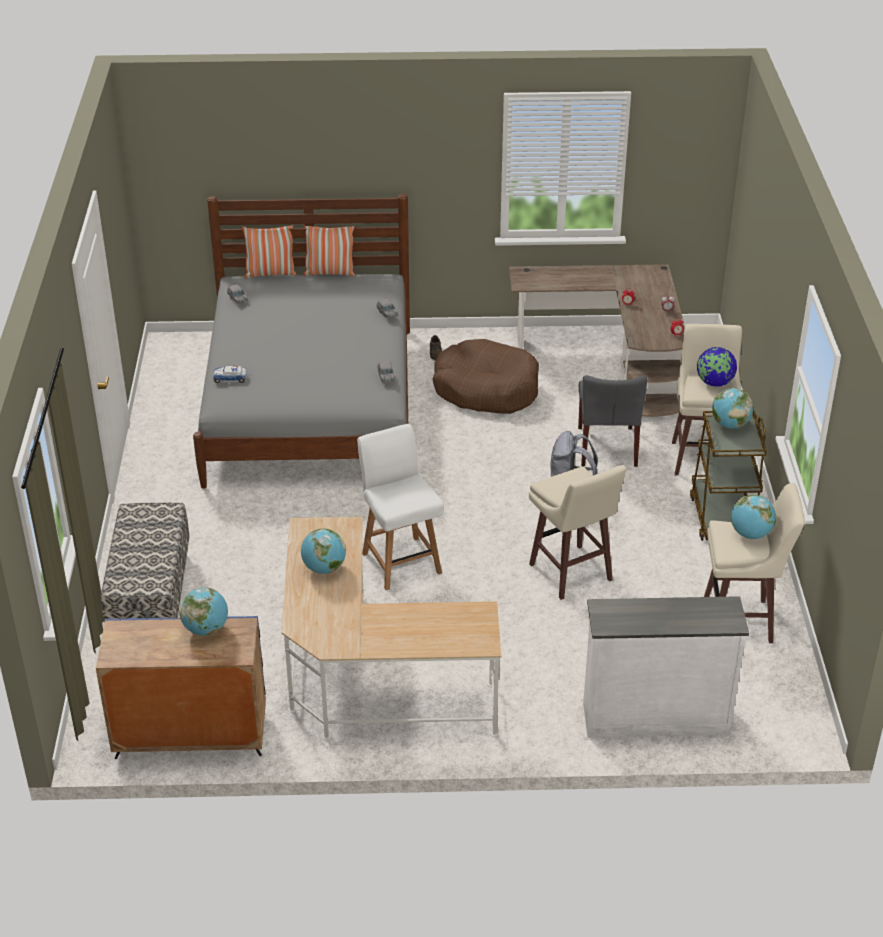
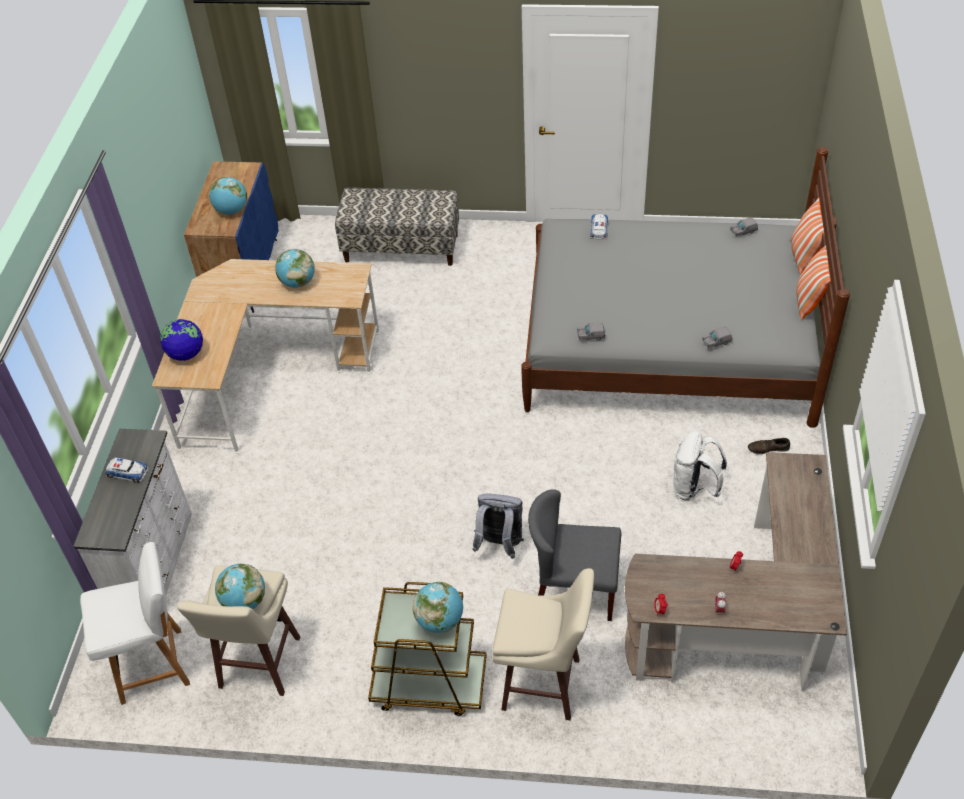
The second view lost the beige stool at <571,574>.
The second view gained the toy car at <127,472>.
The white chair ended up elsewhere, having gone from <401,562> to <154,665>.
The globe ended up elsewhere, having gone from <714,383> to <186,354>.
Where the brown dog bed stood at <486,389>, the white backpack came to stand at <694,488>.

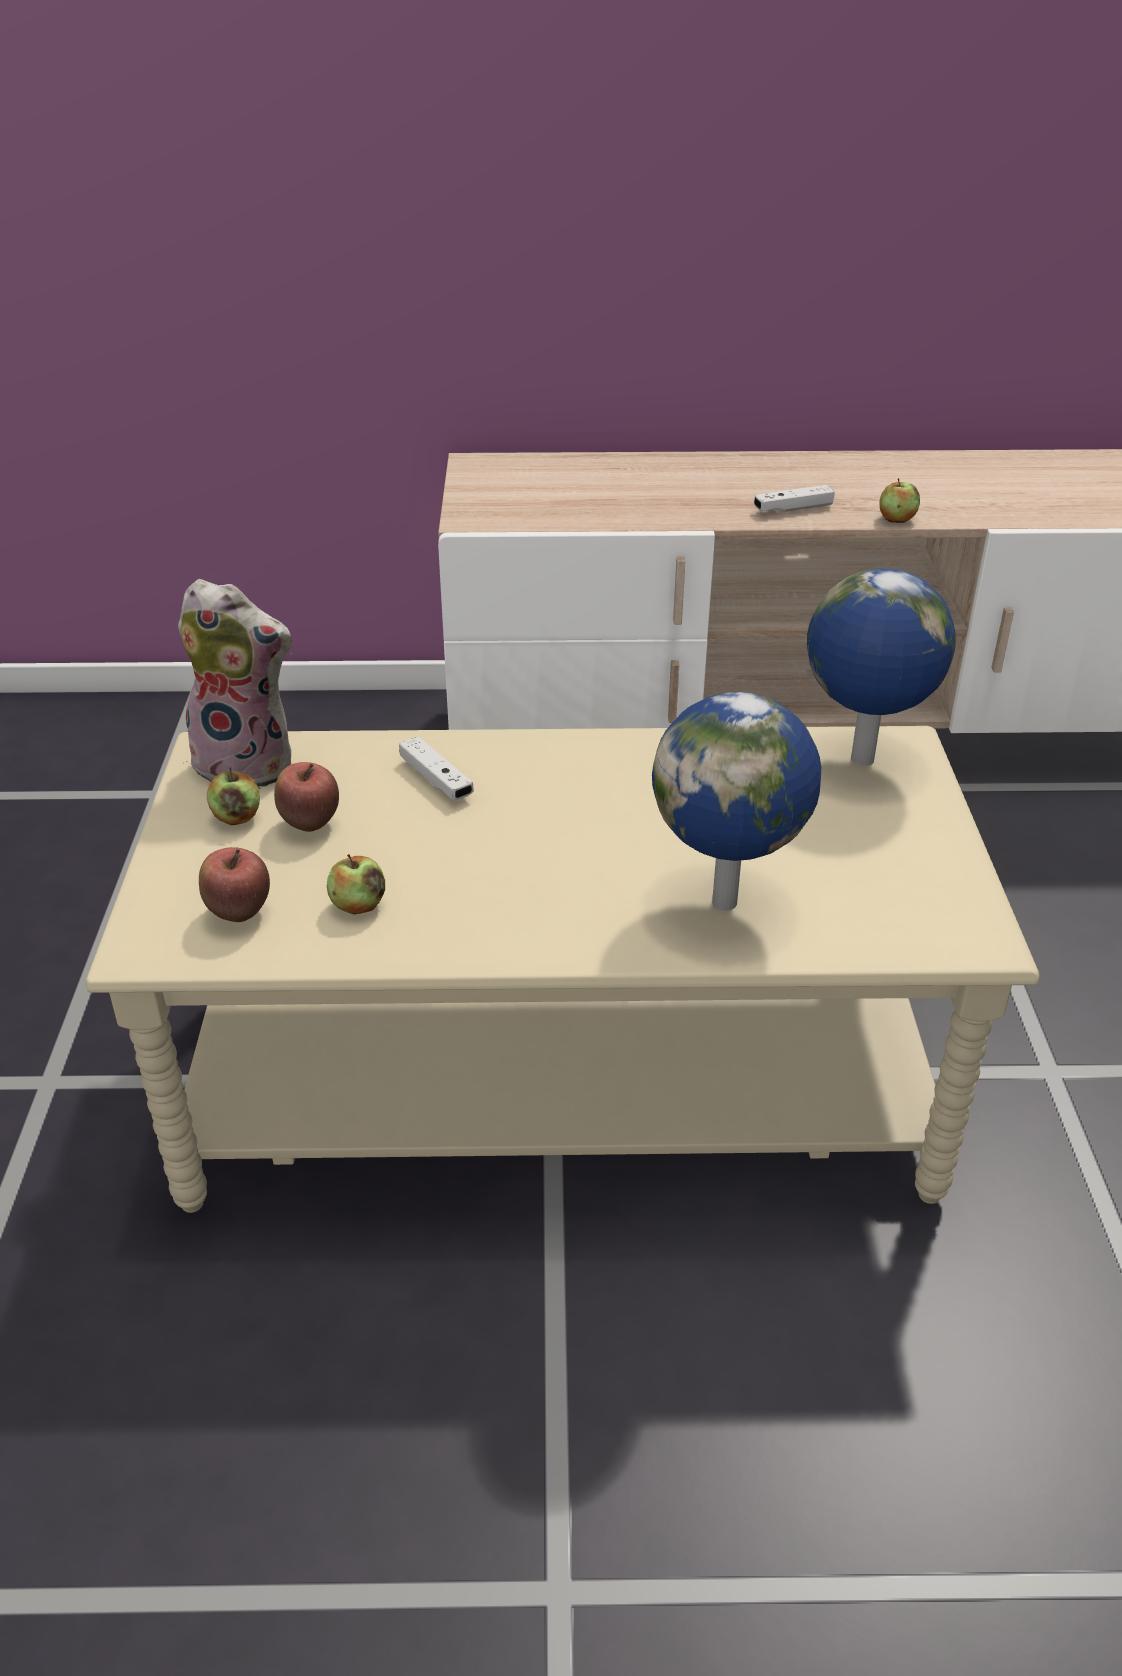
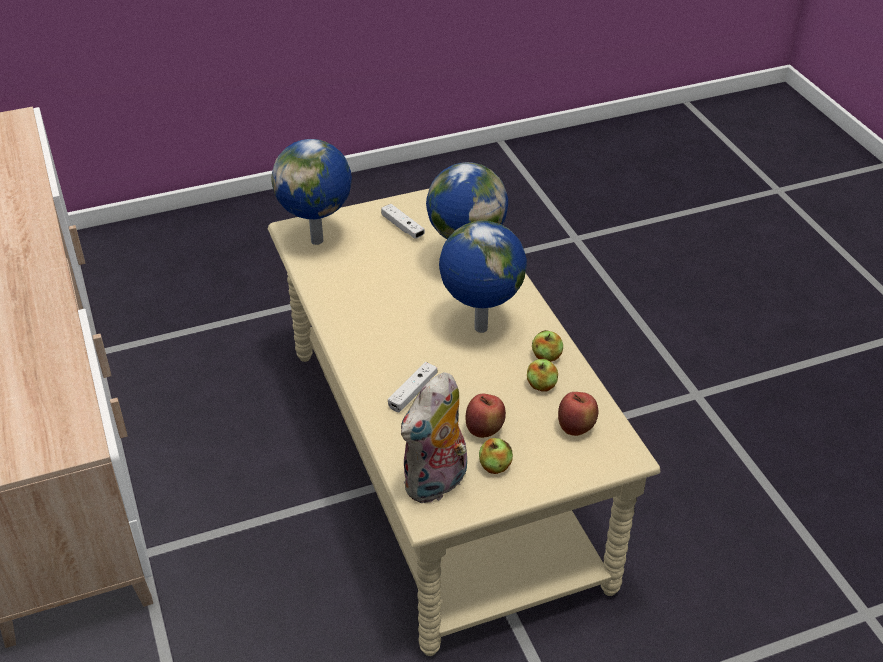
The second view gained the globe at <479,329>.
The white game controller ended up elsewhere, having gone from <793,509> to <402,227>.
The apple ended up elsewhere, having gone from <896,519> to <546,356>.
The plush toy at <250,764> ended up facing another way, 135 degrees counterclockwise from before.

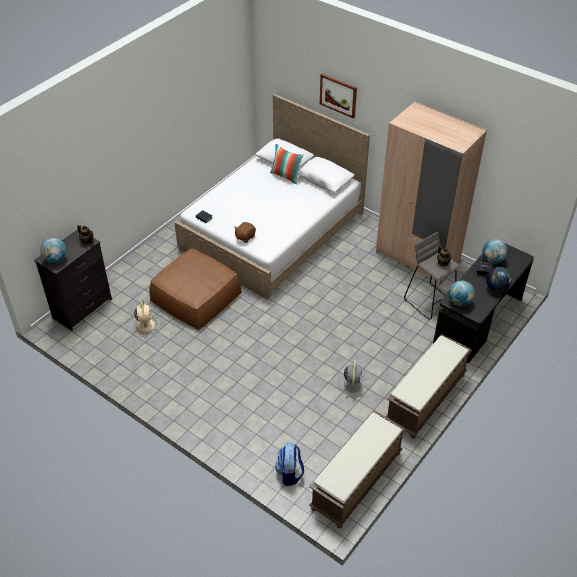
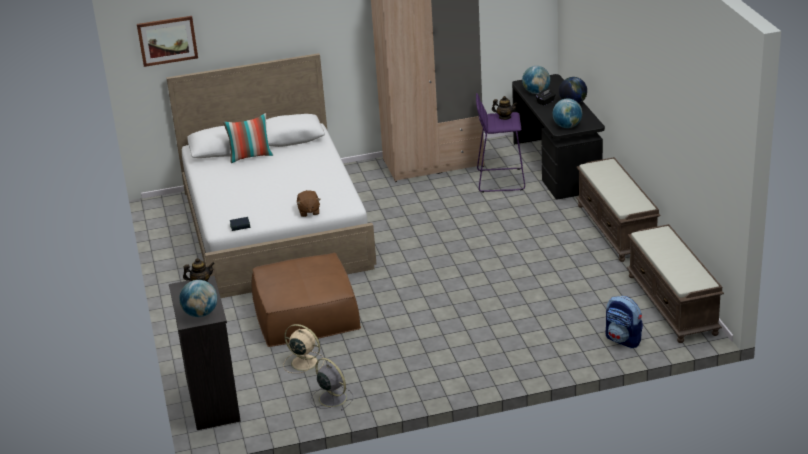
The picture ended up elsewhere, having gone from <338,95> to <167,40>.
The grey fan ended up elsewhere, having gone from <352,384> to <331,398>.
What was the grey stool at <430,301> turned into the purple stool at <500,180>.

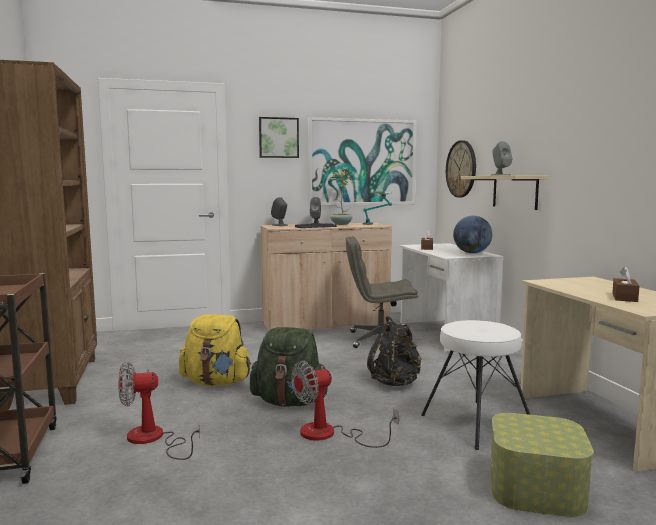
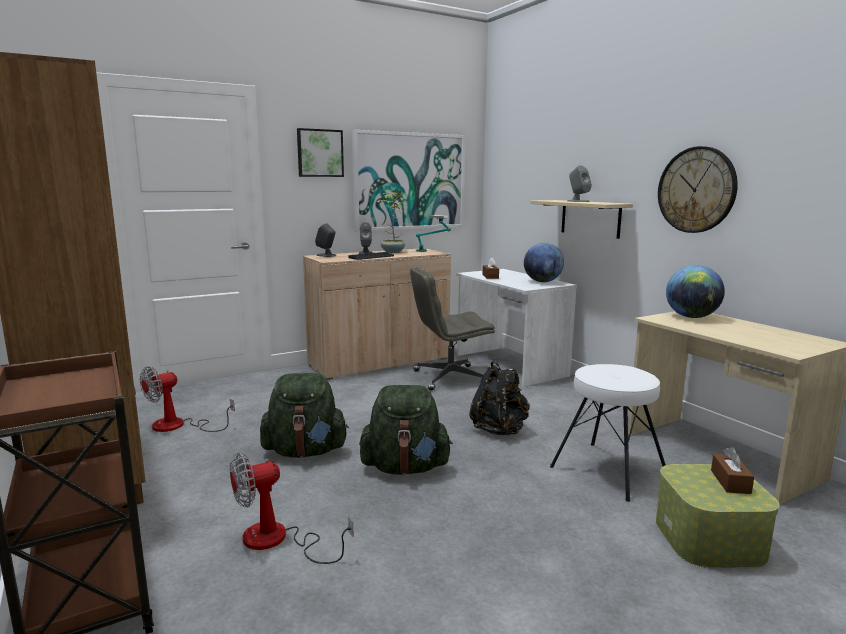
The second view gained the globe at <691,317>.
The fan ended up elsewhere, having gone from <329,434> to <179,426>.
The wall clock ended up elsewhere, having gone from <461,169> to <696,190>.
The brown tissue box ended up elsewhere, having gone from <624,297> to <730,482>.
What was the yellow backpack at <216,382> turned into the green backpack at <305,451>.

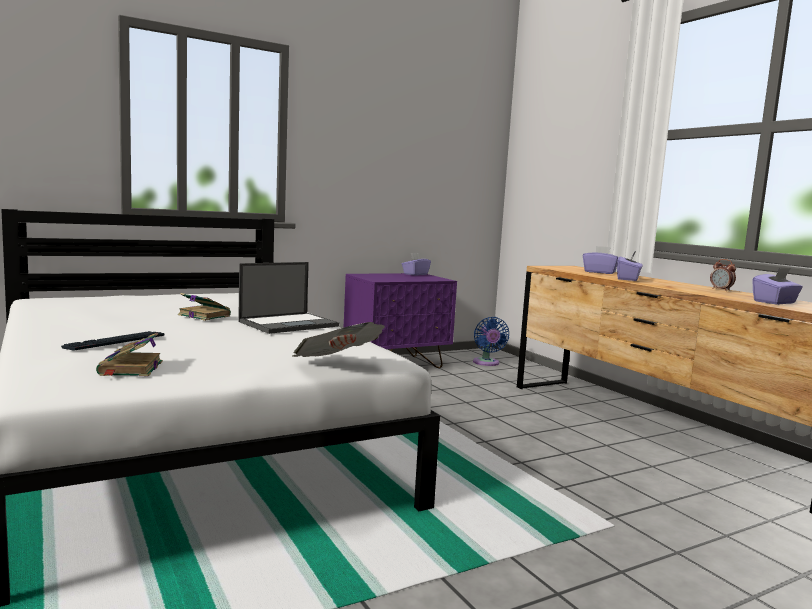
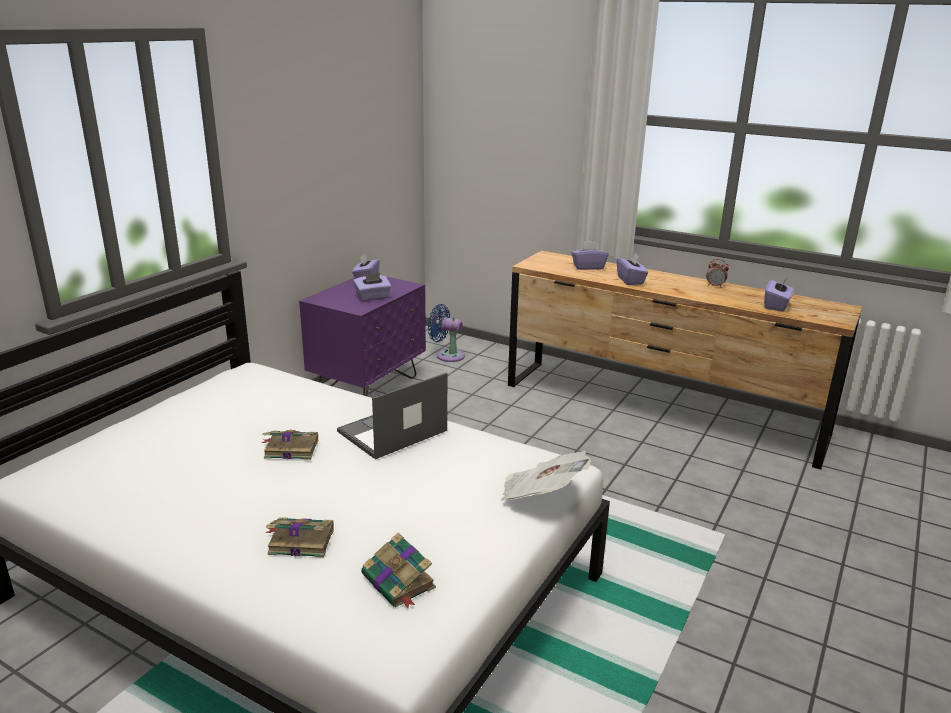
The second view gained the purple tissue box at <373,297>.
Where the keyboard stood at <115,342>, the book came to stand at <300,541>.
The laptop at <289,324> ended up facing another way, 150 degrees counterclockwise from before.
The blue fan at <486,363> ended up facing another way, 150 degrees clockwise from before.

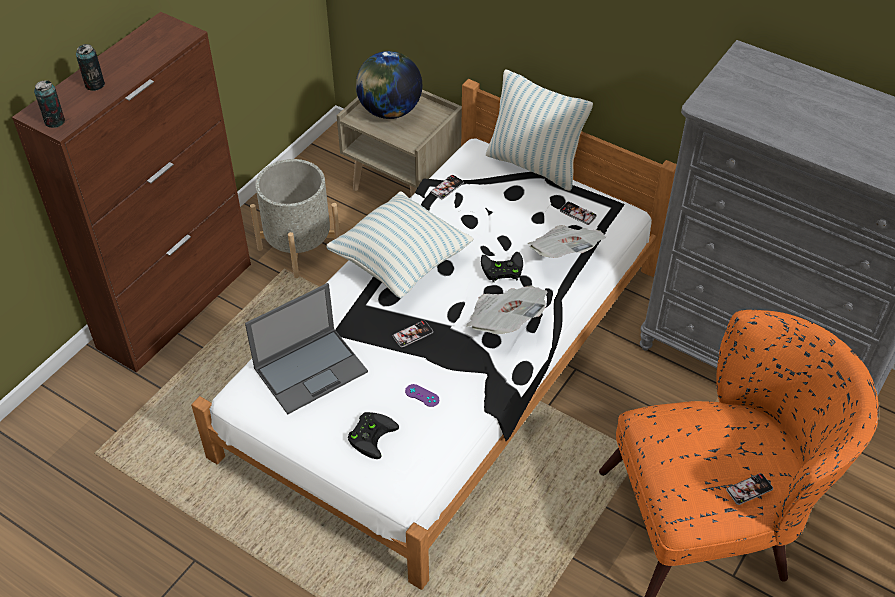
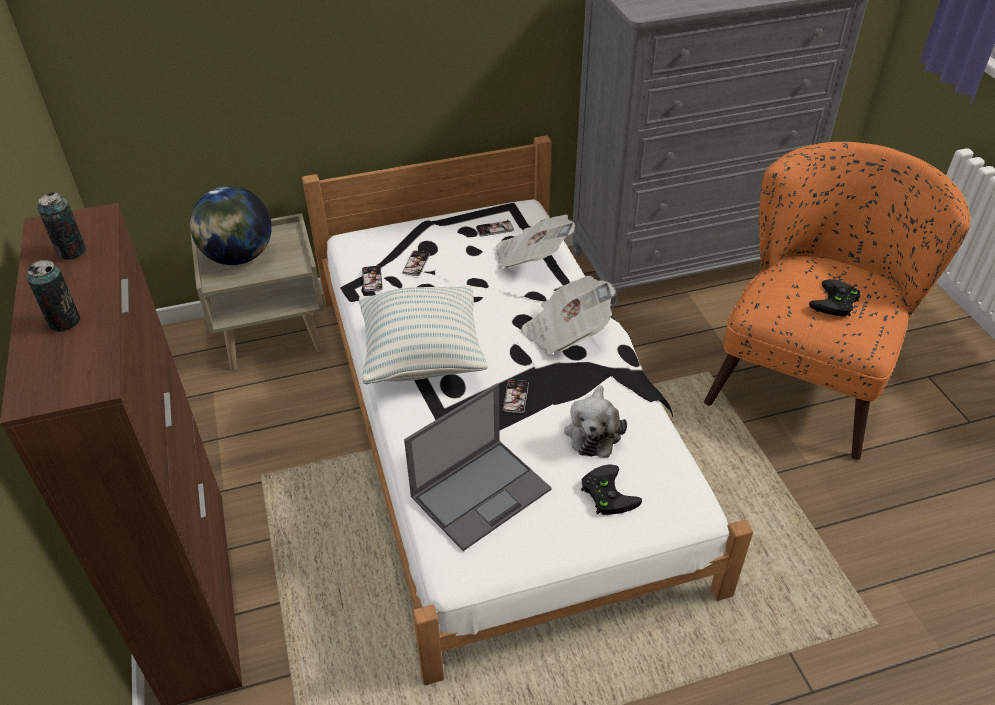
The second view lost the grey planter at <299,248>.
The second view lost the pillow at <534,165>.
The can ended up elsewhere, having gone from <55,121> to <71,252>.
The black game controller ended up elsewhere, having gone from <501,270> to <836,303>.
The phone ended up elsewhere, having gone from <749,489> to <416,263>.
Where the purple game controller stood at <422,395>, the plush toy came to stand at <593,431>.
The laptop at <311,369> ended up facing another way, 45 degrees clockwise from before.

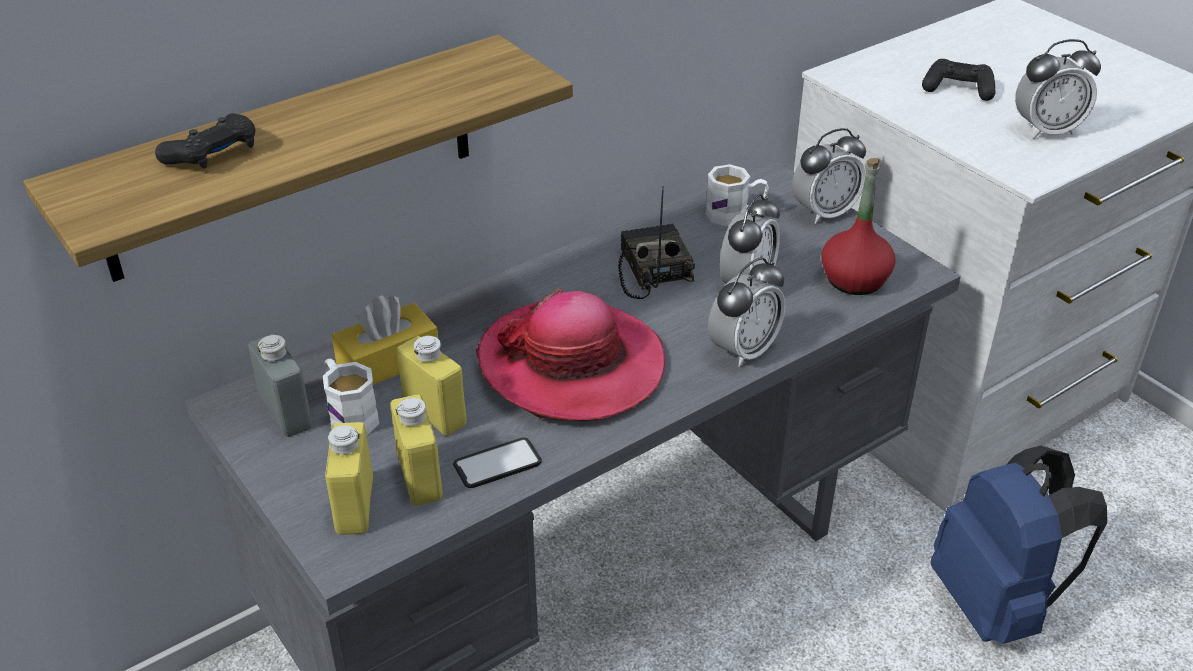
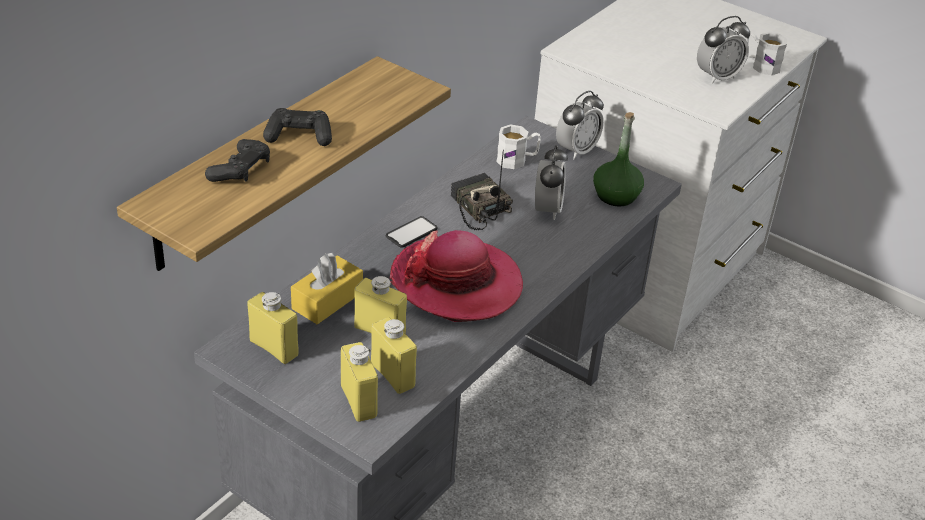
The second view lost the alarm clock at <743,351>.
The second view lost the blue backpack at <996,604>.
The white mug ended up elsewhere, having gone from <349,415> to <760,65>.
The phone ended up elsewhere, having gone from <497,464> to <411,233>.
The black game controller ended up elsewhere, having gone from <958,89> to <299,136>.
What was the grey bottle at <286,413> turned into the yellow bottle at <274,348>.
What was the red bottle at <854,279> turned into the green bottle at <615,196>.

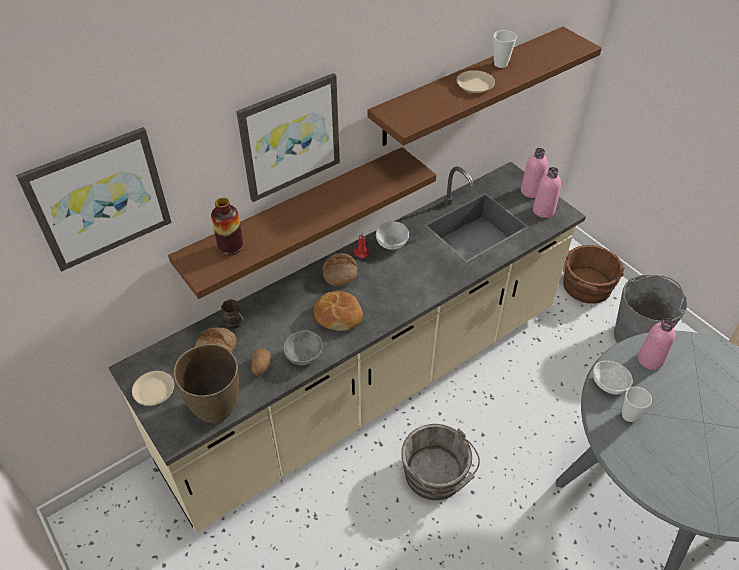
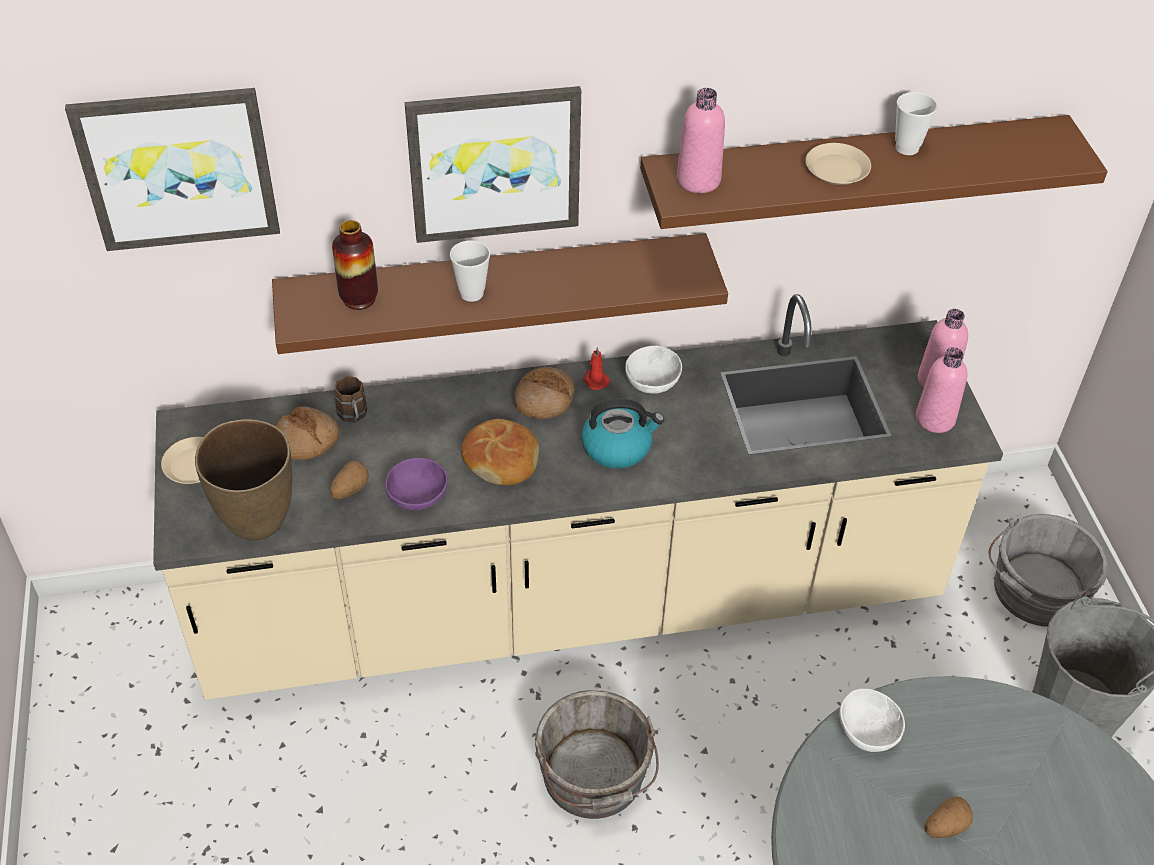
The second view gained the kettle at <618,447>.
The second view gained the potato at <944,826>.
The cup ended up elsewhere, having gone from <629,415> to <471,293>.
The pink bottle ended up elsewhere, having gone from <650,359> to <698,180>.
What was the grey bowl at <304,356> turned into the purple bowl at <418,497>.
What was the brown bucket at <586,288> turned into the grey bucket at <1035,593>.

